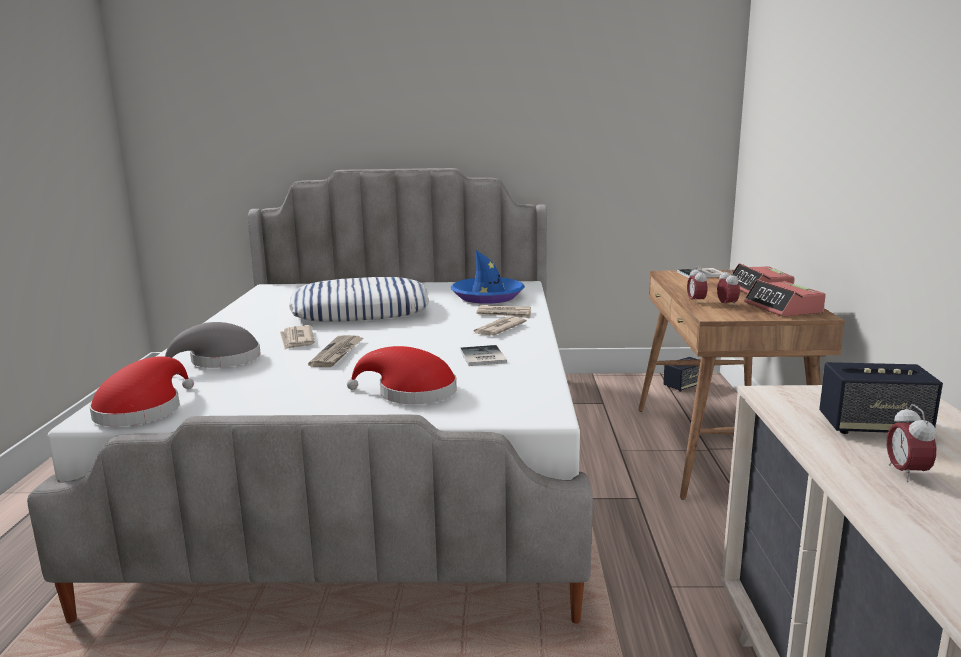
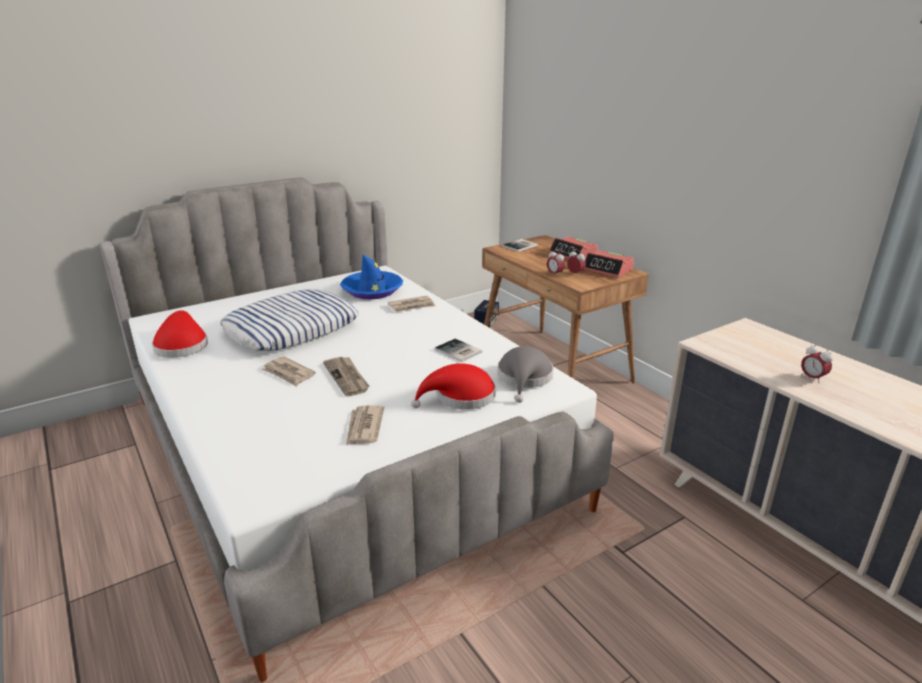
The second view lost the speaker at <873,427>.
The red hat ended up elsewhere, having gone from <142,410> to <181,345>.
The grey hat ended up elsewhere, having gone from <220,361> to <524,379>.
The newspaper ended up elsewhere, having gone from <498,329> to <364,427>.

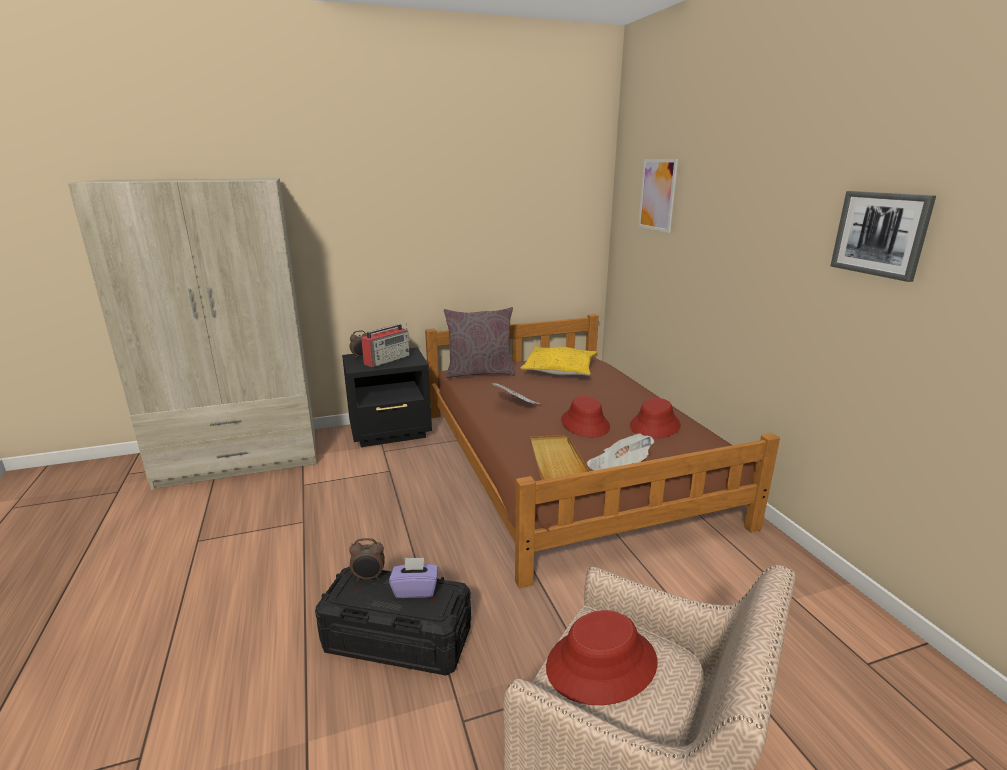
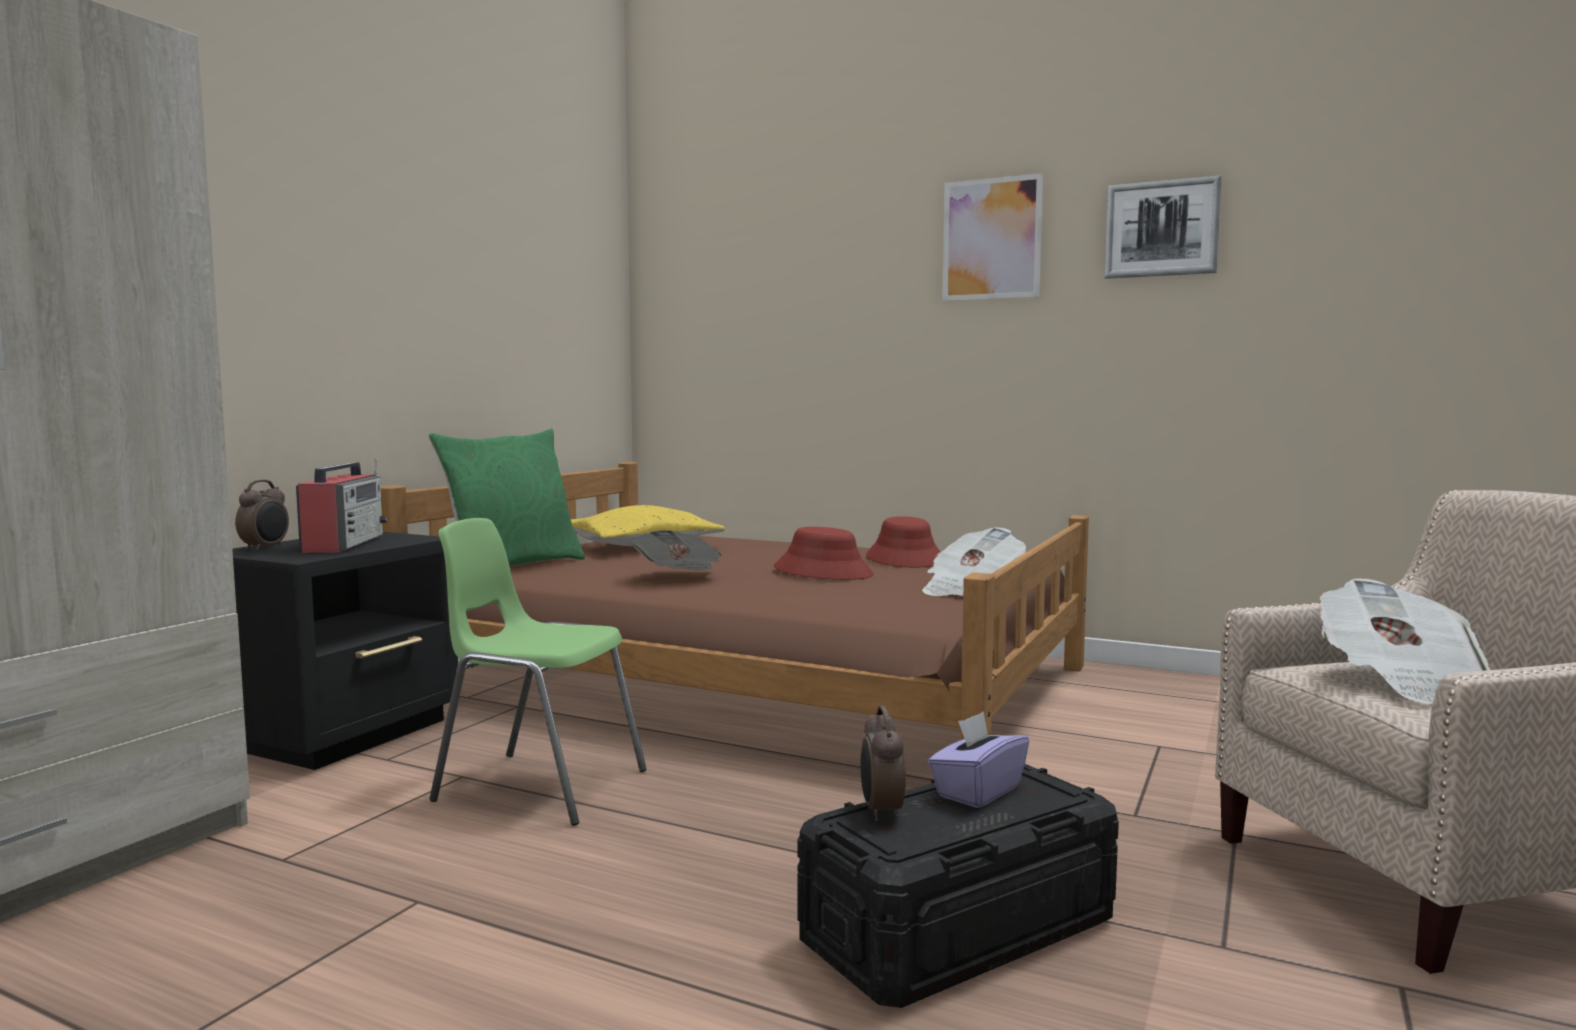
The second view lost the beige tray at <556,461>.
The second view gained the green chair at <539,786>.
The picture ended up elsewhere, having gone from <657,195> to <991,239>.
Where the red hat stood at <601,665>, the newspaper came to stand at <1399,681>.
What was the grey pillow at <480,373> turned into the green pillow at <512,565>.
The alarm clock at <369,577> ended up facing another way, 135 degrees clockwise from before.

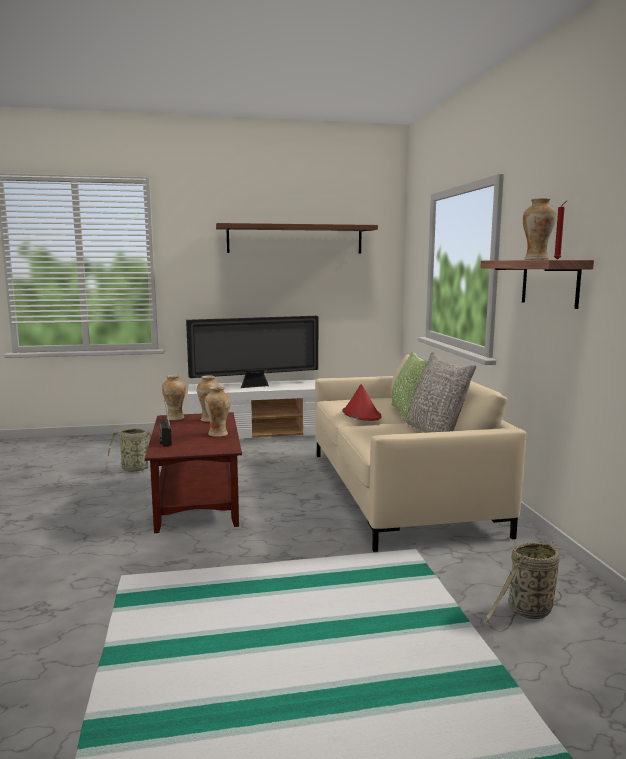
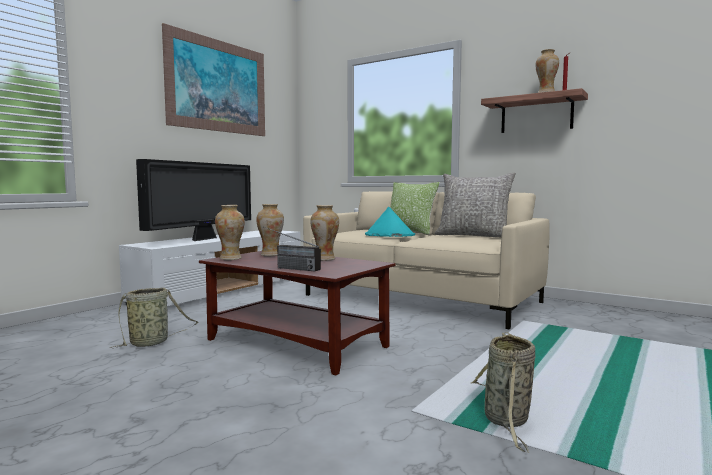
The basket ended up elsewhere, having gone from <528,612> to <507,421>.
Where the brown shelf hung at <295,239>, the picture came to hang at <218,86>.
What was the red hat at <361,414> turned into the turquoise hat at <389,235>.

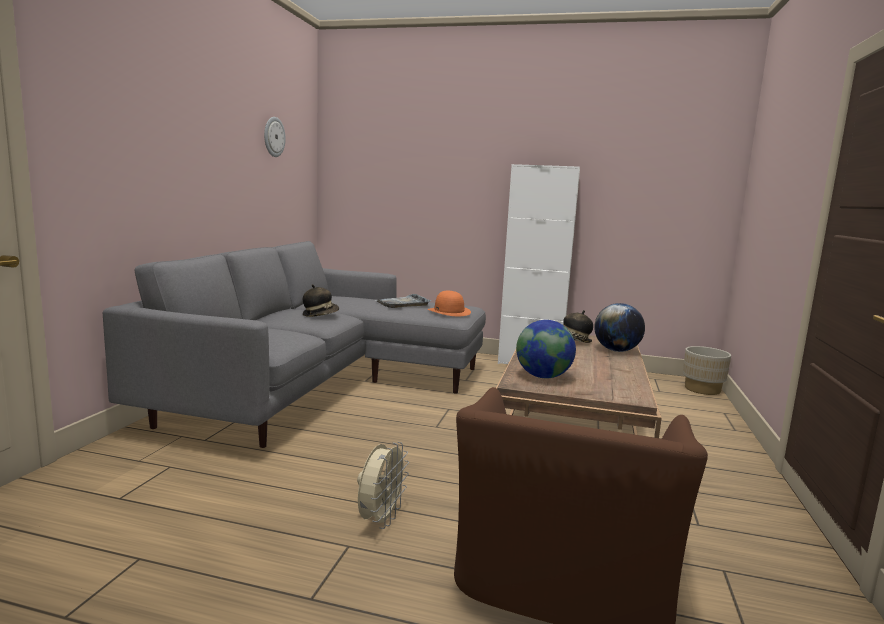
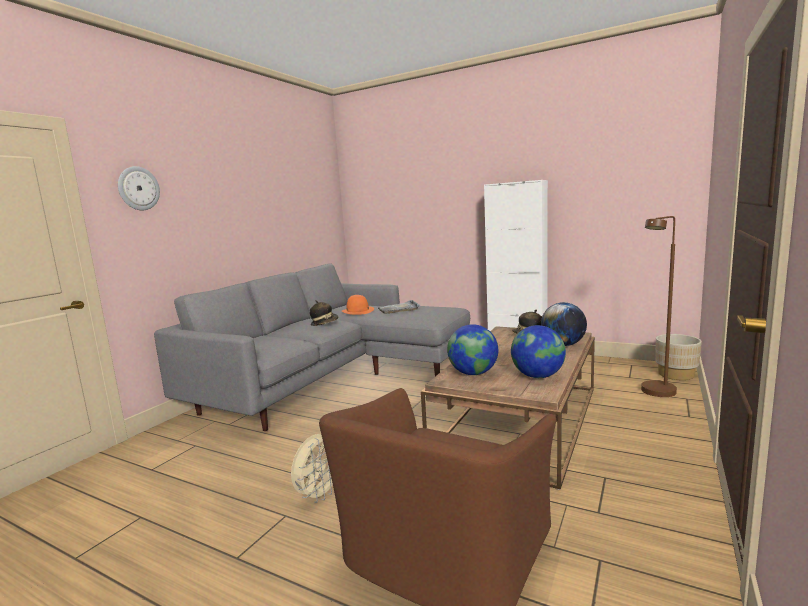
The second view gained the globe at <537,376>.
The second view gained the brown floor lamp at <656,394>.
The wall clock ended up elsewhere, having gone from <273,137> to <138,188>.
The orange hat ended up elsewhere, having gone from <449,311> to <358,311>.

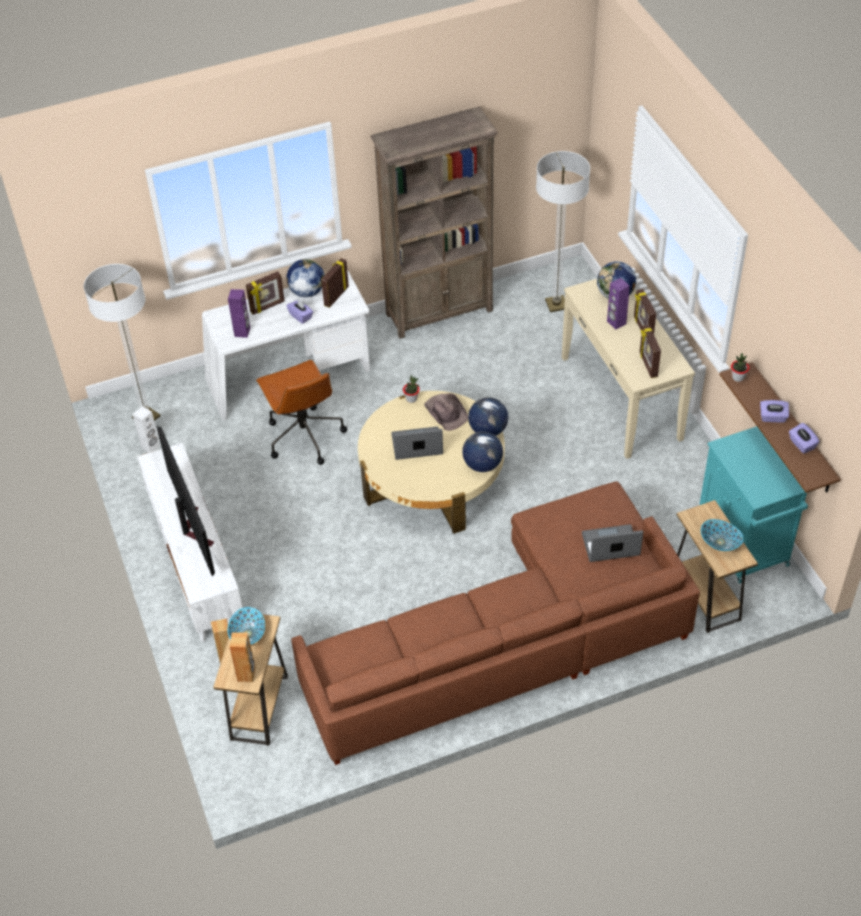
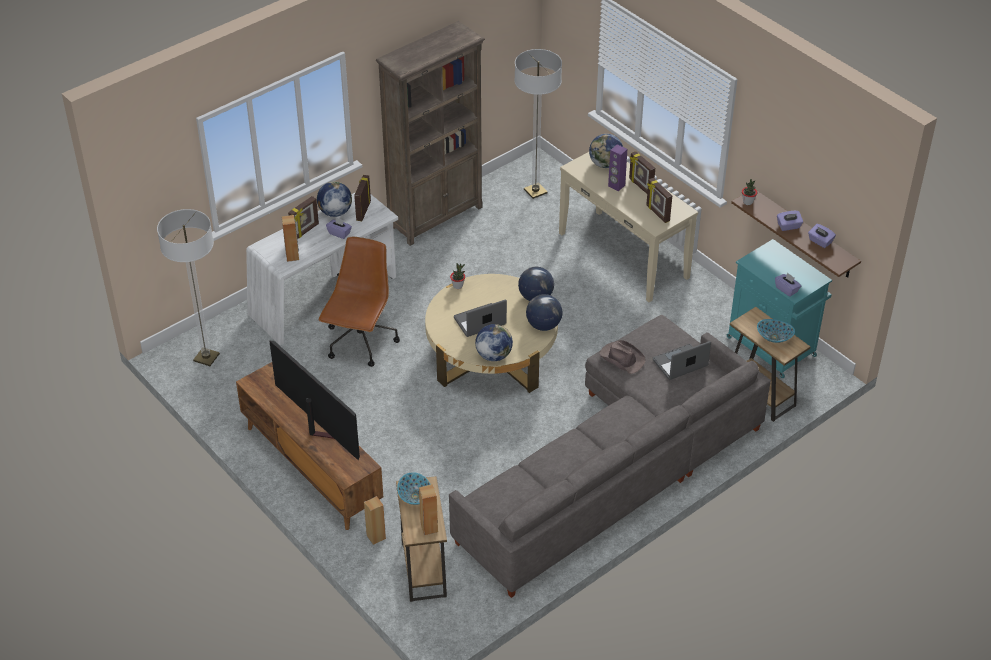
The second view lost the white speaker at <151,447>.
The second view gained the globe at <493,355>.
The second view gained the purple tissue box at <787,289>.
The brown hat ended up elsewhere, having gone from <446,412> to <622,358>.
What was the white tv stand at <195,563> turned into the brown tv stand at <311,468>.
What was the purple speaker at <242,332> turned into the brown speaker at <292,256>.
What was the brown sofa at <511,642> turned into the grey sofa at <617,466>.
The brown office chair at <304,436> ended up facing another way, 120 degrees counterclockwise from before.

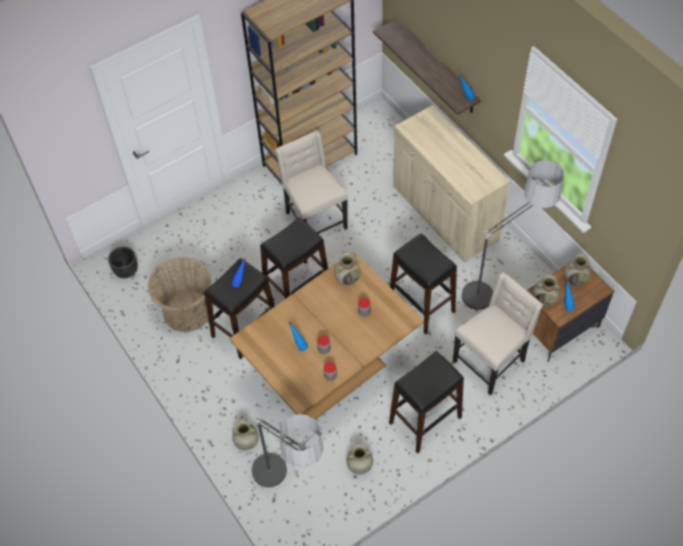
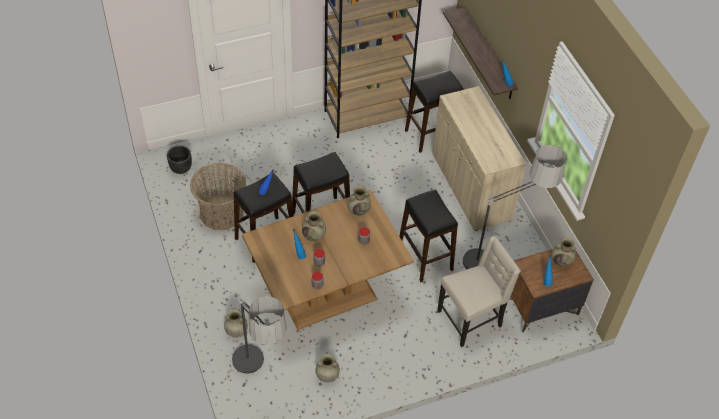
The second view lost the beige chair at <314,220>.
The black stool ended up elsewhere, having gone from <425,420> to <432,135>.
The beige vase ended up elsewhere, having gone from <544,300> to <314,236>.

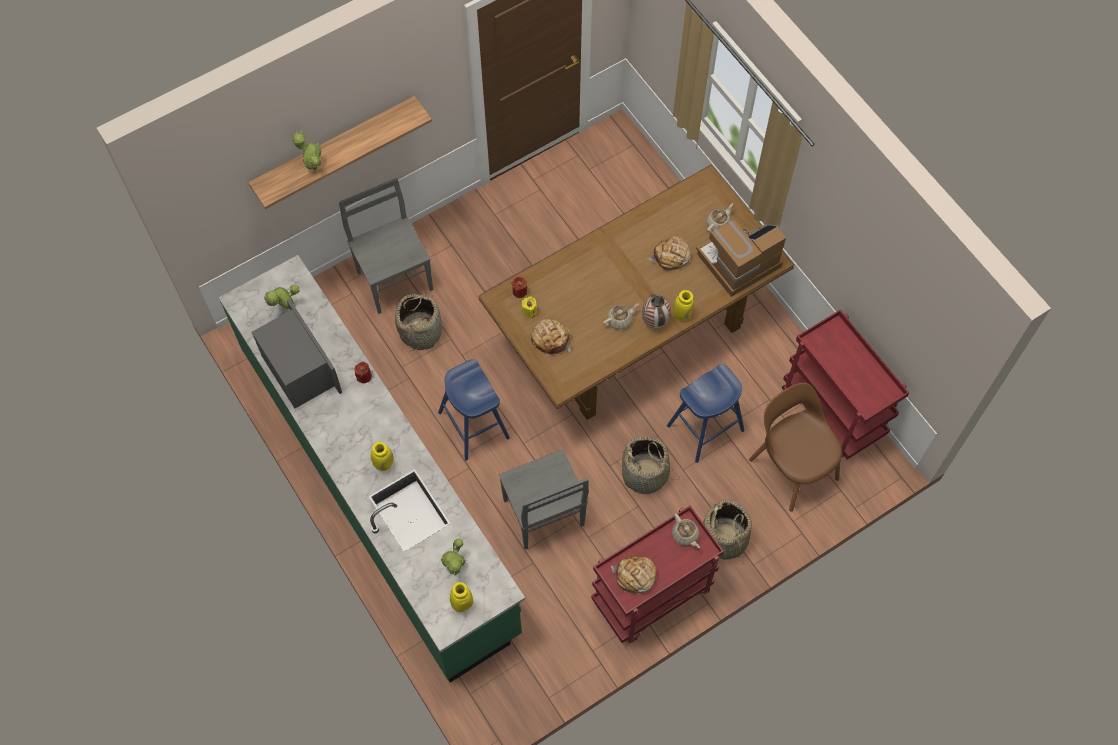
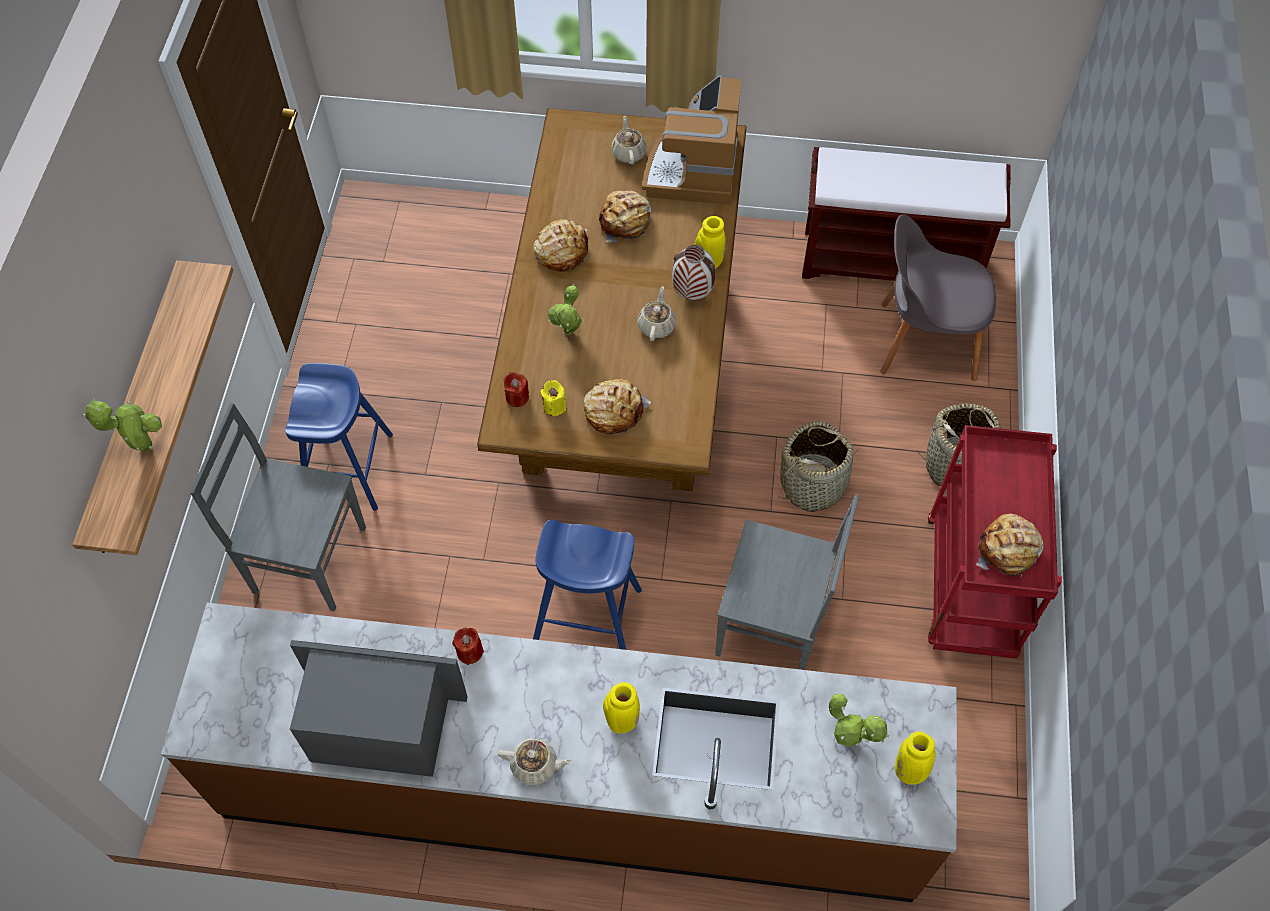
The second view lost the basket at <421,331>.
The second view gained the bread at <561,251>.
The potted plant ended up elsewhere, having gone from <286,308> to <568,334>.
The blue stool ended up elsewhere, having gone from <705,428> to <349,468>.
The beige teapot ended up elsewhere, having gone from <685,535> to <535,765>.
Where the red cart stood at <834,412>, the brown bench came to stand at <892,260>.
What was the green counter at <379,488> turned into the brown counter at <572,789>.
What was the brown chair at <792,466> turned into the grey chair at <923,341>.

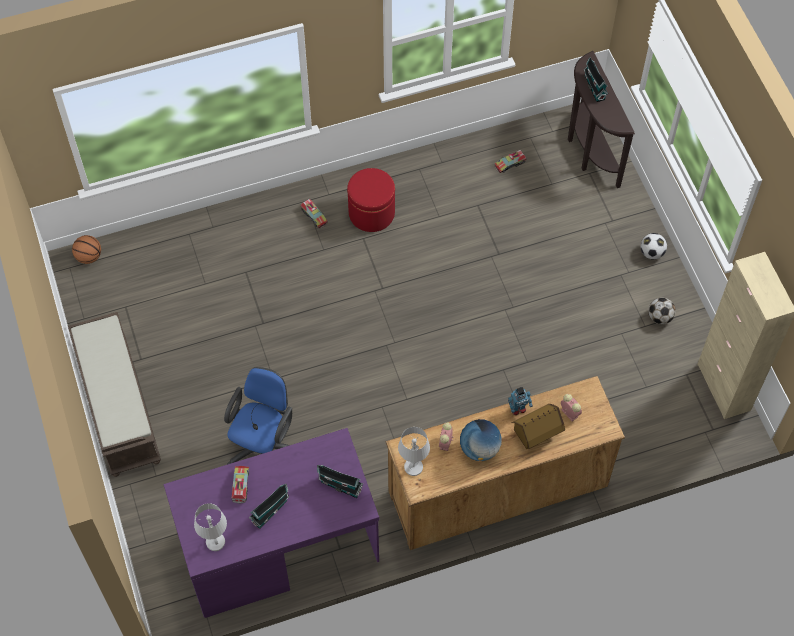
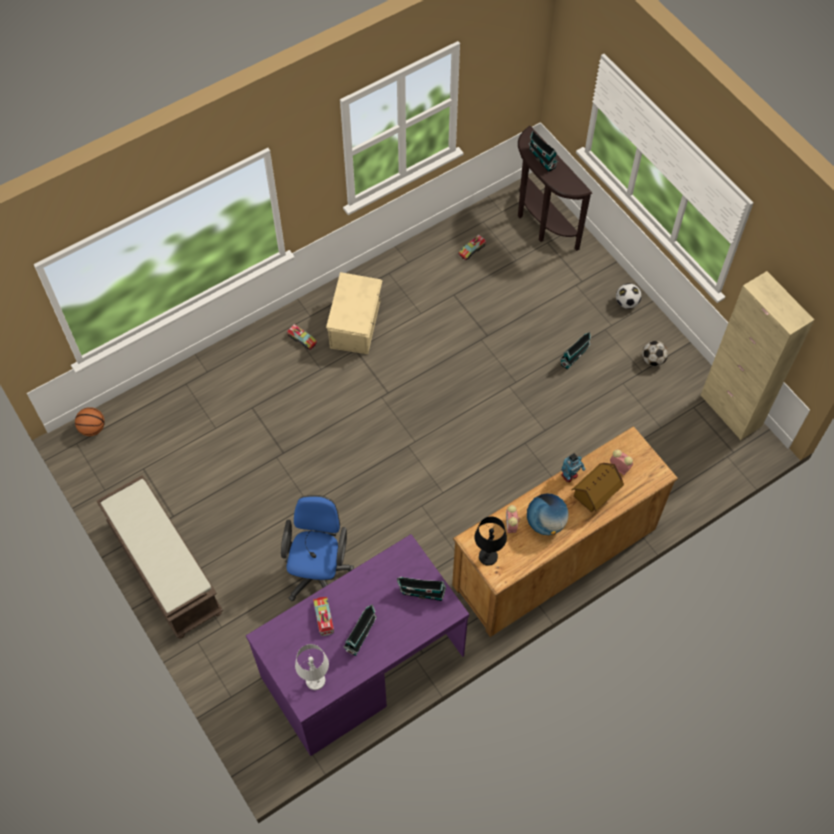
The second view gained the toy house at <575,356>.
Where the red ottoman stood at <371,213>, the beige storage box came to stand at <356,324>.
What was the white table lamp at <413,467> turned into the black table lamp at <488,556>.

